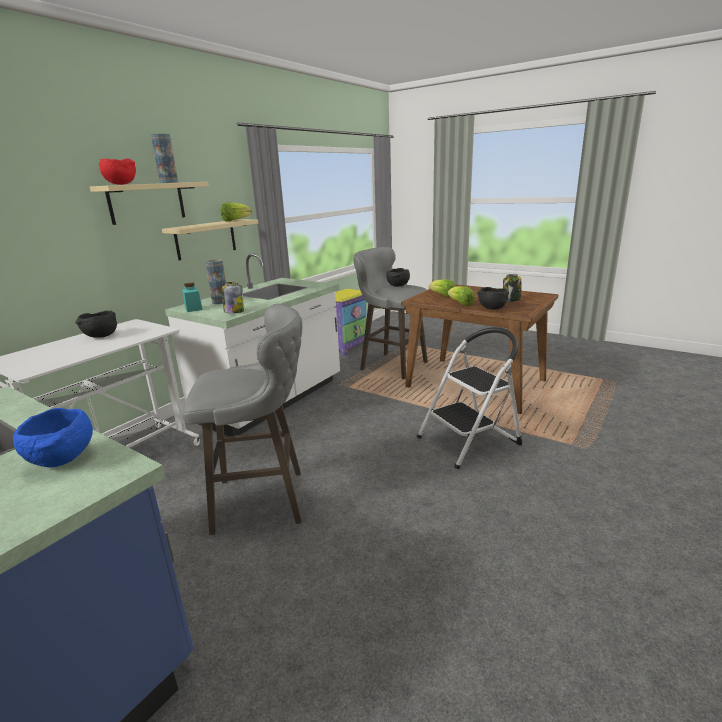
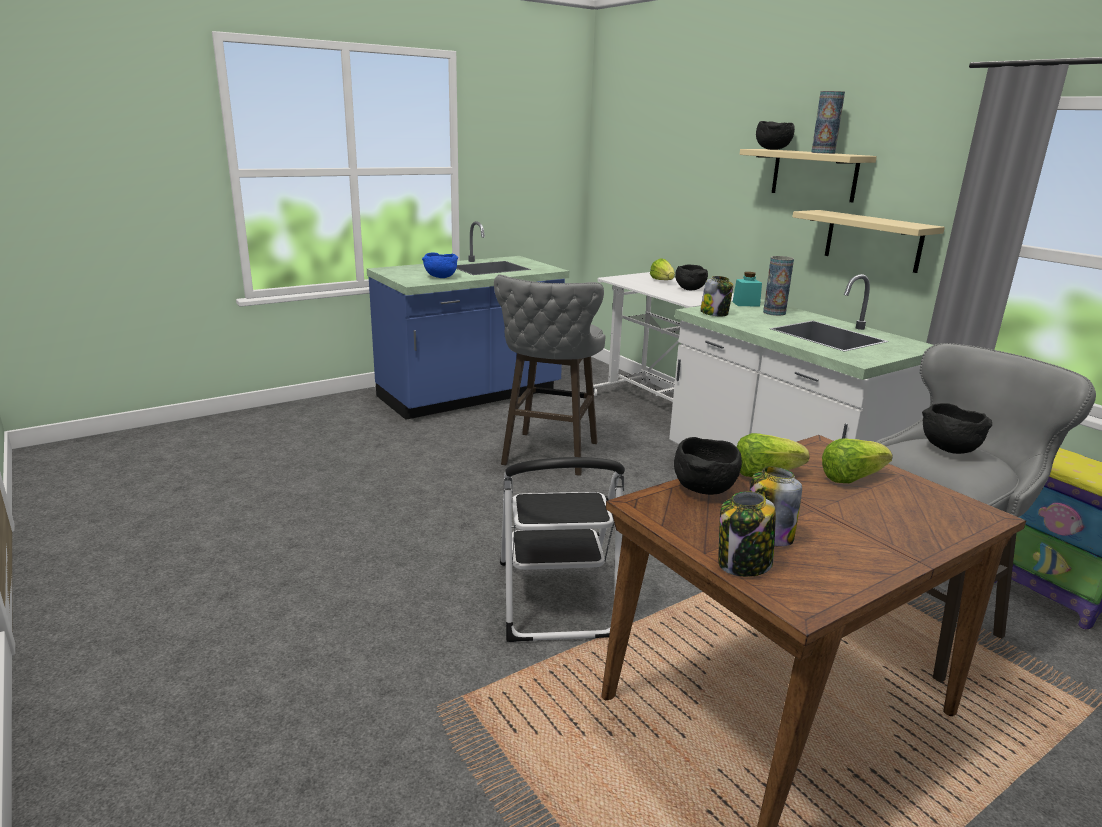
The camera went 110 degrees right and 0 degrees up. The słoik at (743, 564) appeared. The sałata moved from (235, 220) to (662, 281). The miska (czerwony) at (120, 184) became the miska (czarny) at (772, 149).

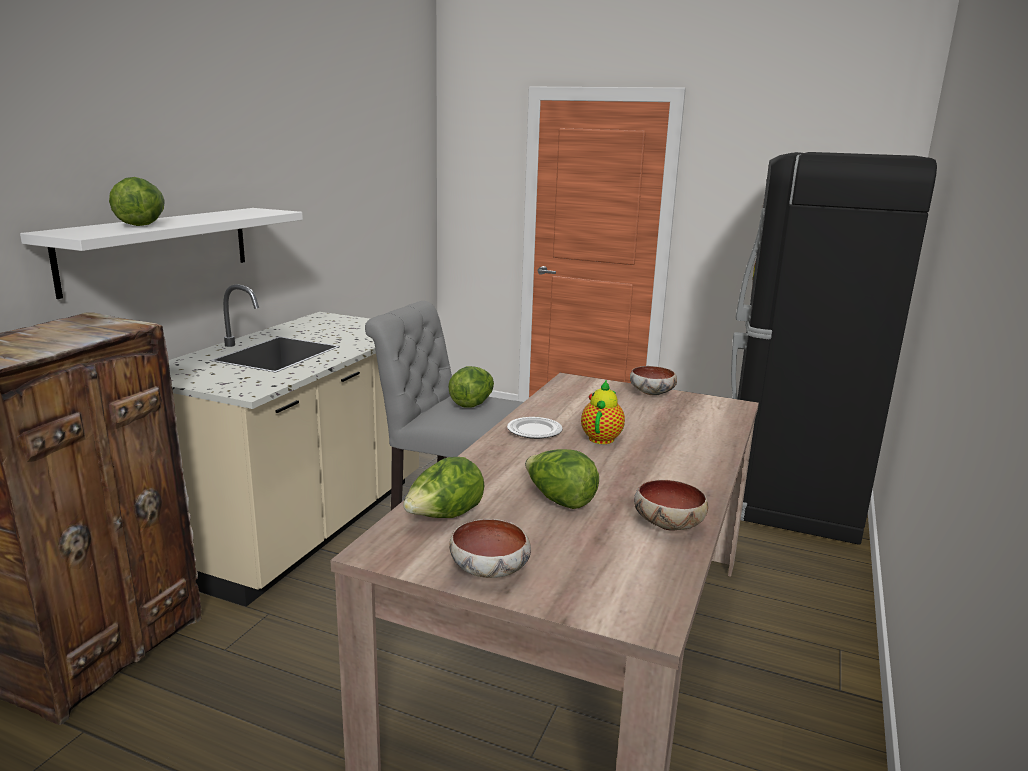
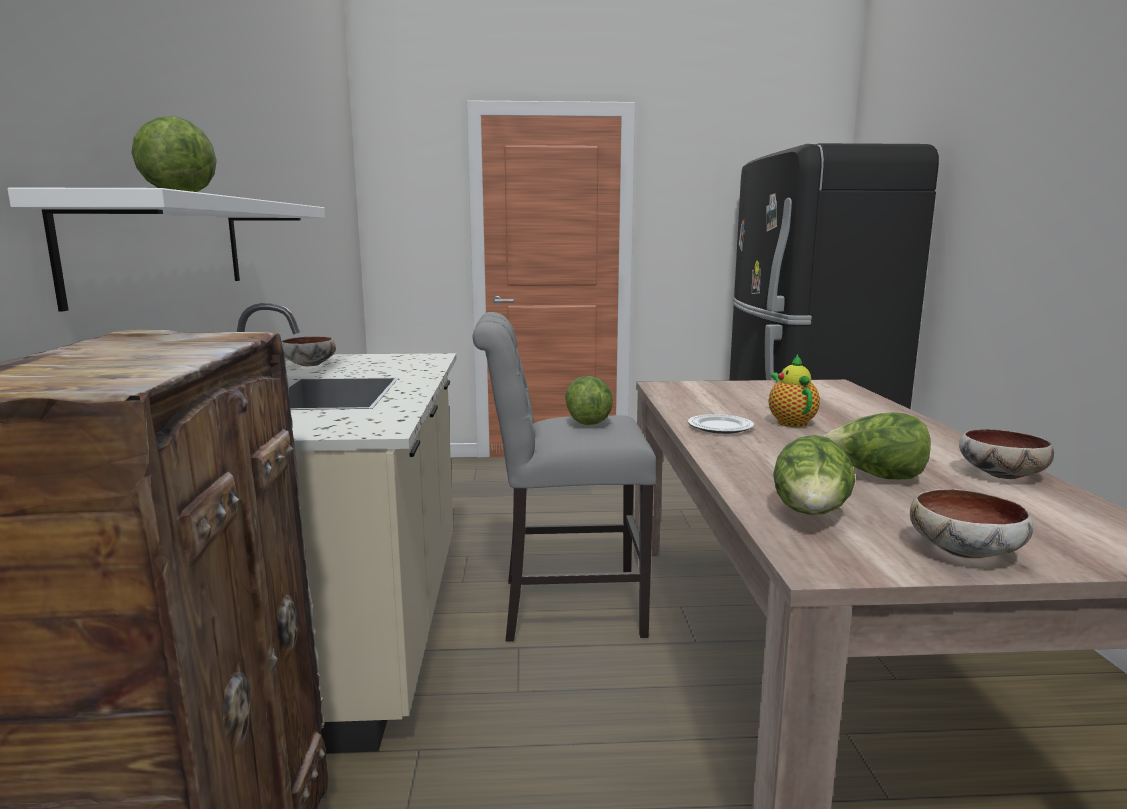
The camera went 25 degrees left and 5 degrees down. The miska moved from (652, 393) to (310, 365).

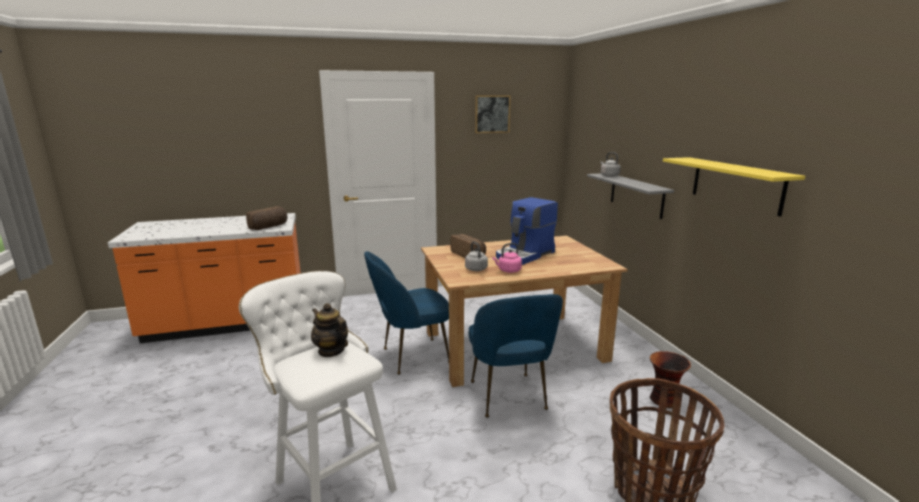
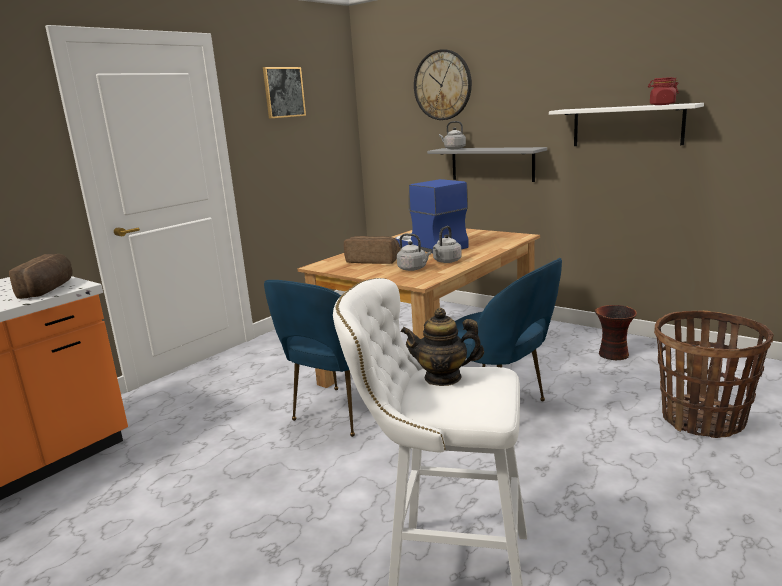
The camera went 35 degrees left and 0 degrees up. The zegar ścienny at (442, 85) appeared. The słoik (czerwony) at (662, 104) appeared. The czajnik (różowy) at (508, 271) became the czajnik (szary) at (446, 261). The półka (żółty) at (736, 184) became the półka (biały) at (627, 126). The ekspres do kawy at (525, 255) turned 135 degrees clockwise.

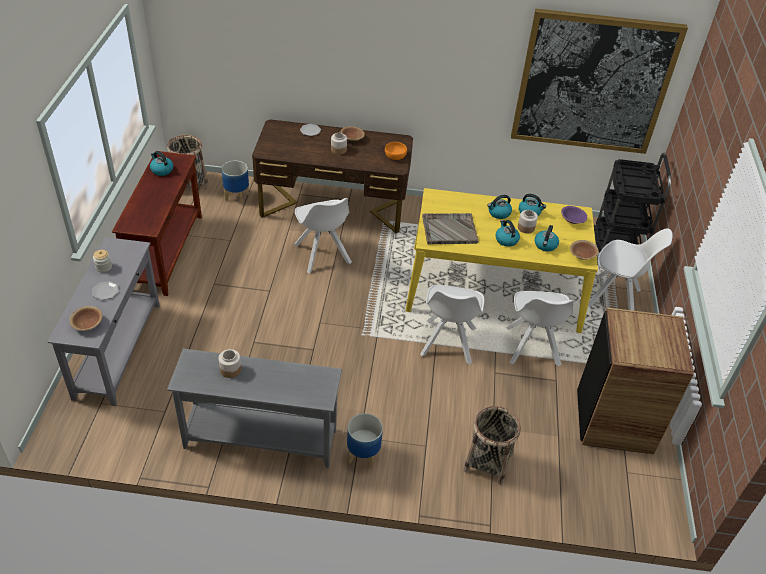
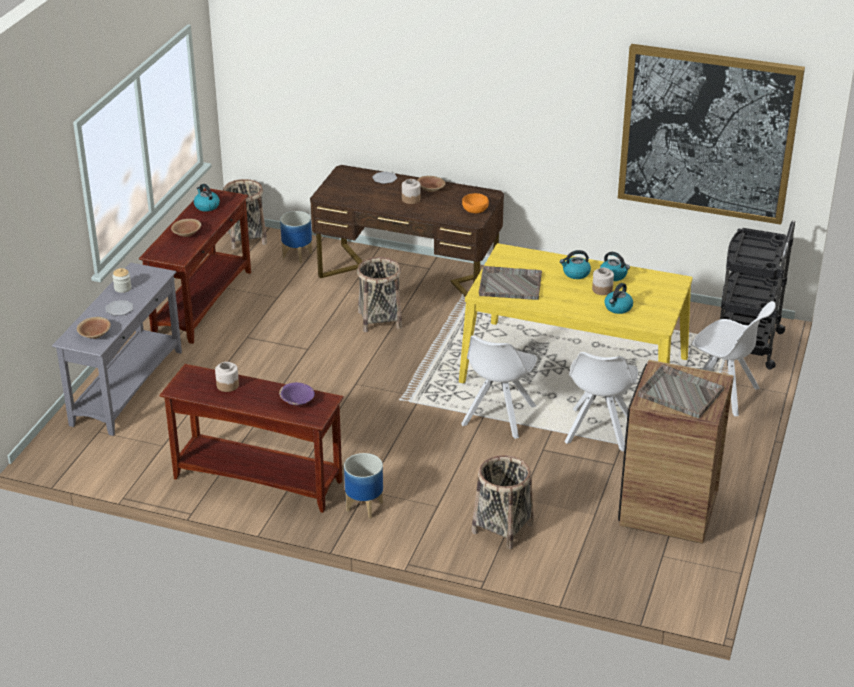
The camera went 15 degrees right and 10 degrees down. The czajnik at (506, 240) disappeared. The taca (szary) at (679, 392) appeared. The miska (fioletowy) moved from (572, 220) to (297, 401). The miska (brązowy) moved from (582, 255) to (186, 234). The krzesło (biały) at (322, 254) was replaced by the koszyk at (379, 320). The stolik konsolowy (szary) at (260, 439) became the stolik konsolowy (brązowy) at (257, 480).

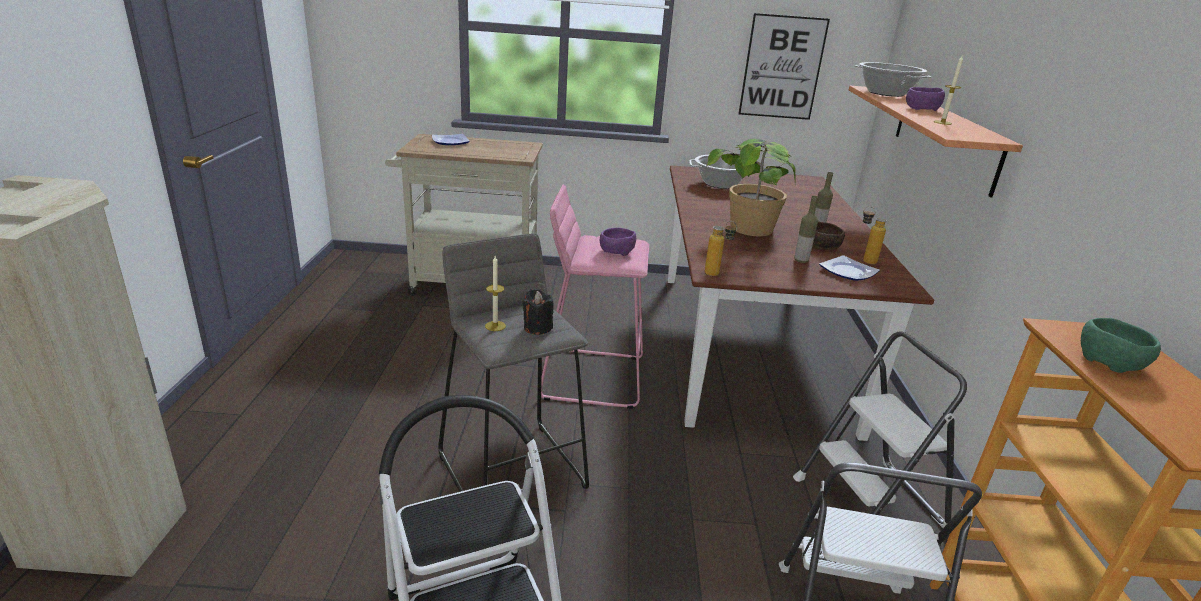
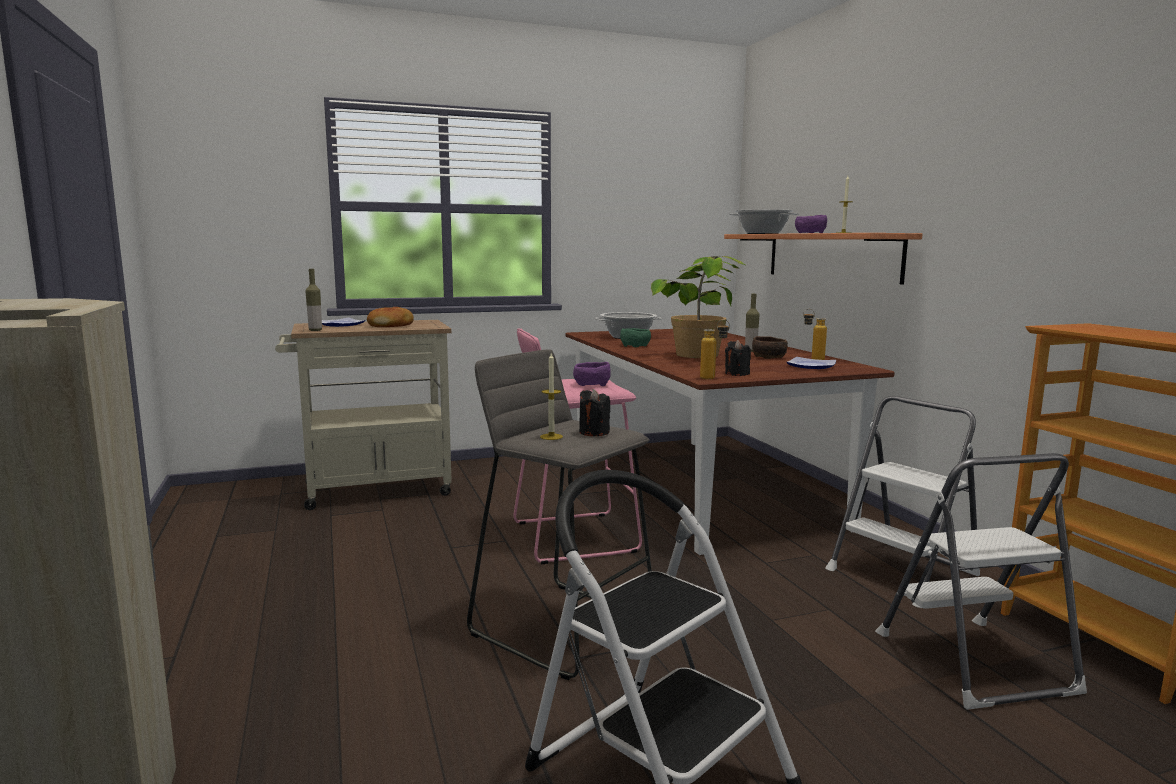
The camera went 20 degrees left and 15 degrees down. The obraz at (782, 67) disappeared. The chleb at (391, 326) appeared. The świeca (czarny) at (736, 374) appeared. The butelka moved from (801, 261) to (315, 330). The miska (zielony) moved from (1109, 360) to (635, 346).

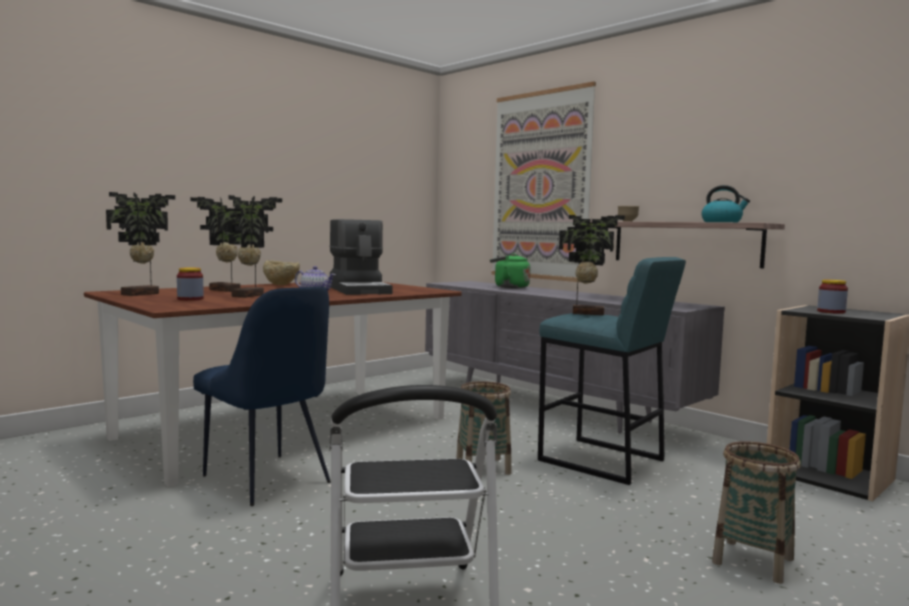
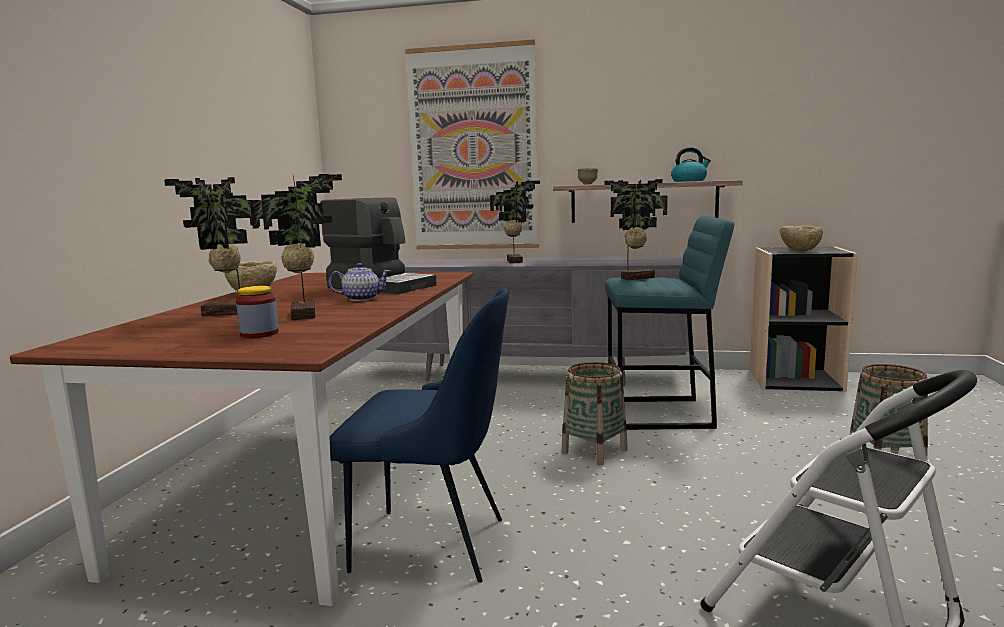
The camera went 35 degrees left and 5 degrees up. The czajnik (zielony) at (509, 287) disappeared. The roślina doniczkowa moved from (142, 294) to (516, 261). The słoik at (831, 312) was replaced by the miska (beżowy) at (799, 251).

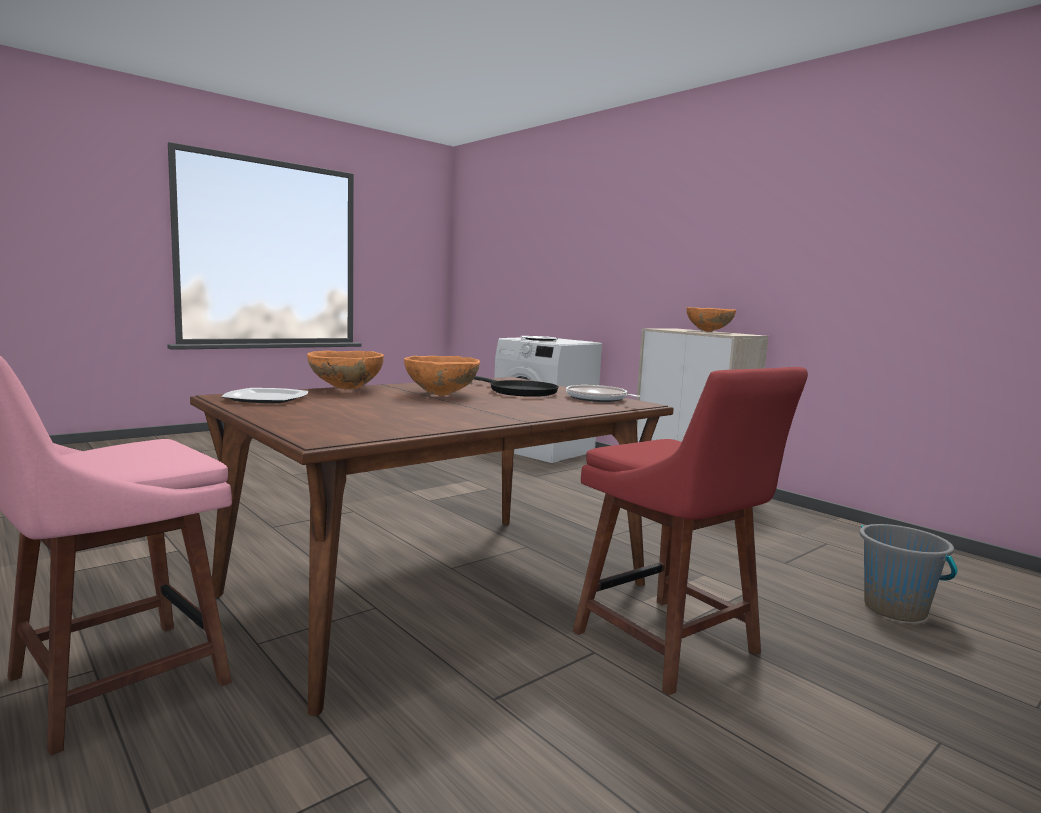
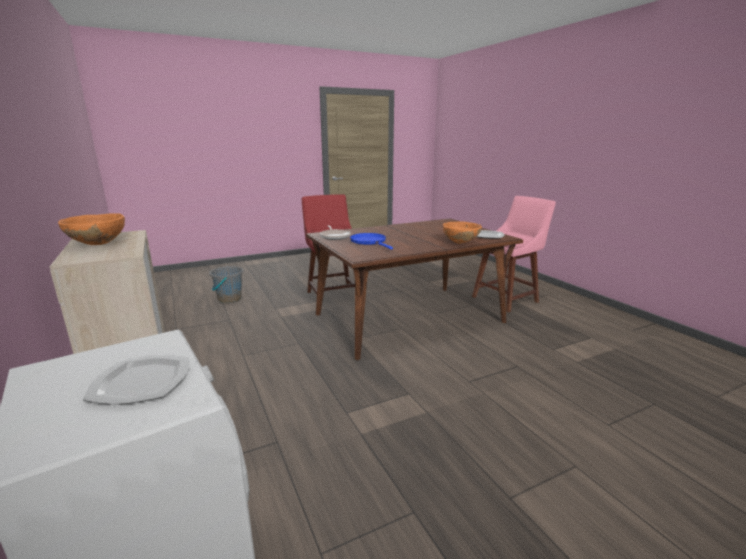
The camera went 165 degrees left and 10 degrees up. The miska (pomarańczowy) at (441, 395) disappeared. The patelnia (czarny) at (519, 392) became the patelnia (niebieski) at (369, 242).

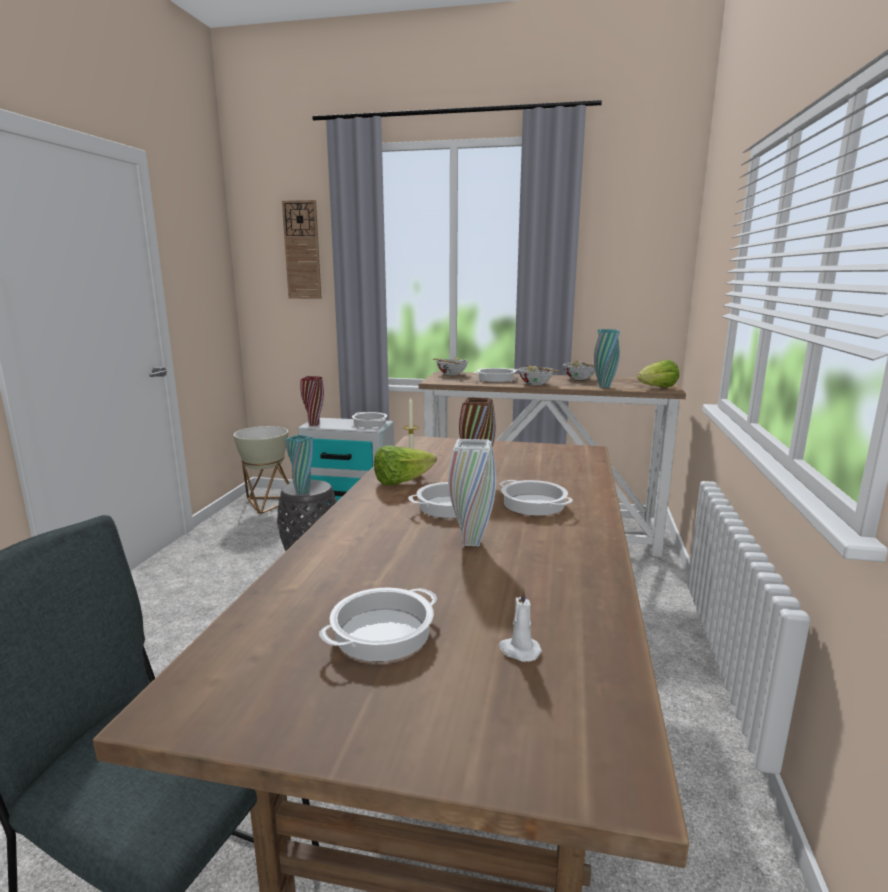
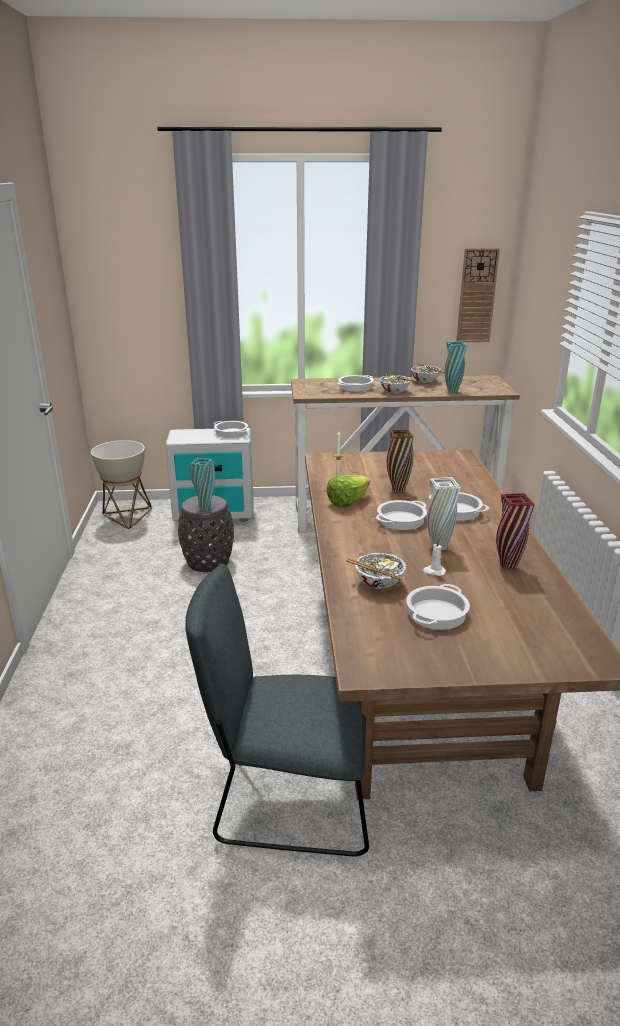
The camera went 15 degrees left and 10 degrees up. The sałata at (656, 388) disappeared. The zegar ścienny moved from (302, 250) to (477, 296). The wazon (czerwony) moved from (314, 424) to (508, 565). The miska moved from (451, 374) to (378, 583). The świeca (biały) moved from (518, 650) to (434, 571).

